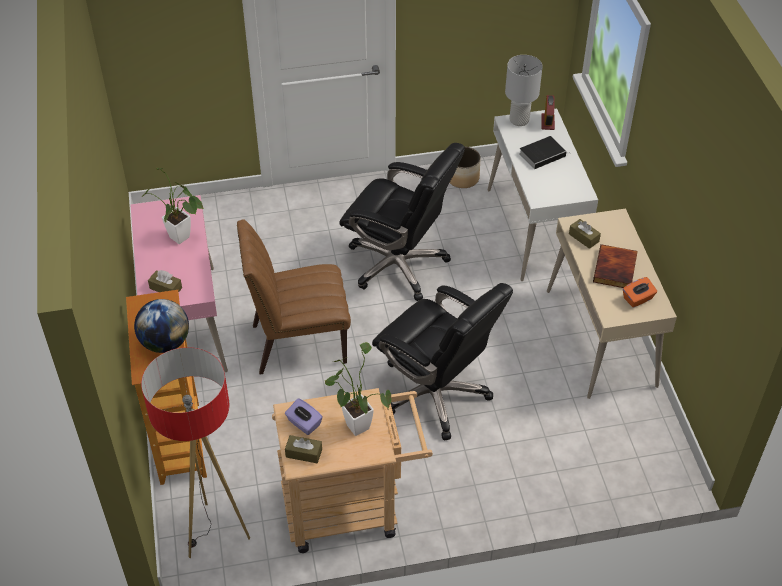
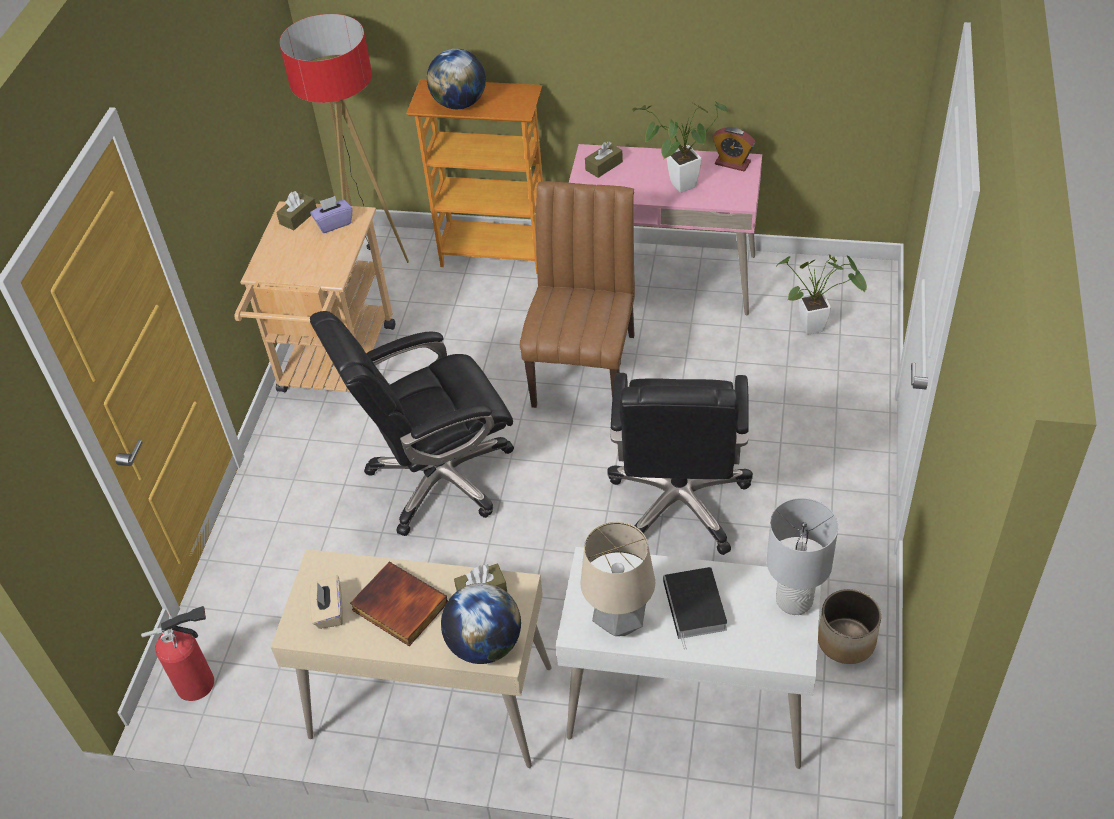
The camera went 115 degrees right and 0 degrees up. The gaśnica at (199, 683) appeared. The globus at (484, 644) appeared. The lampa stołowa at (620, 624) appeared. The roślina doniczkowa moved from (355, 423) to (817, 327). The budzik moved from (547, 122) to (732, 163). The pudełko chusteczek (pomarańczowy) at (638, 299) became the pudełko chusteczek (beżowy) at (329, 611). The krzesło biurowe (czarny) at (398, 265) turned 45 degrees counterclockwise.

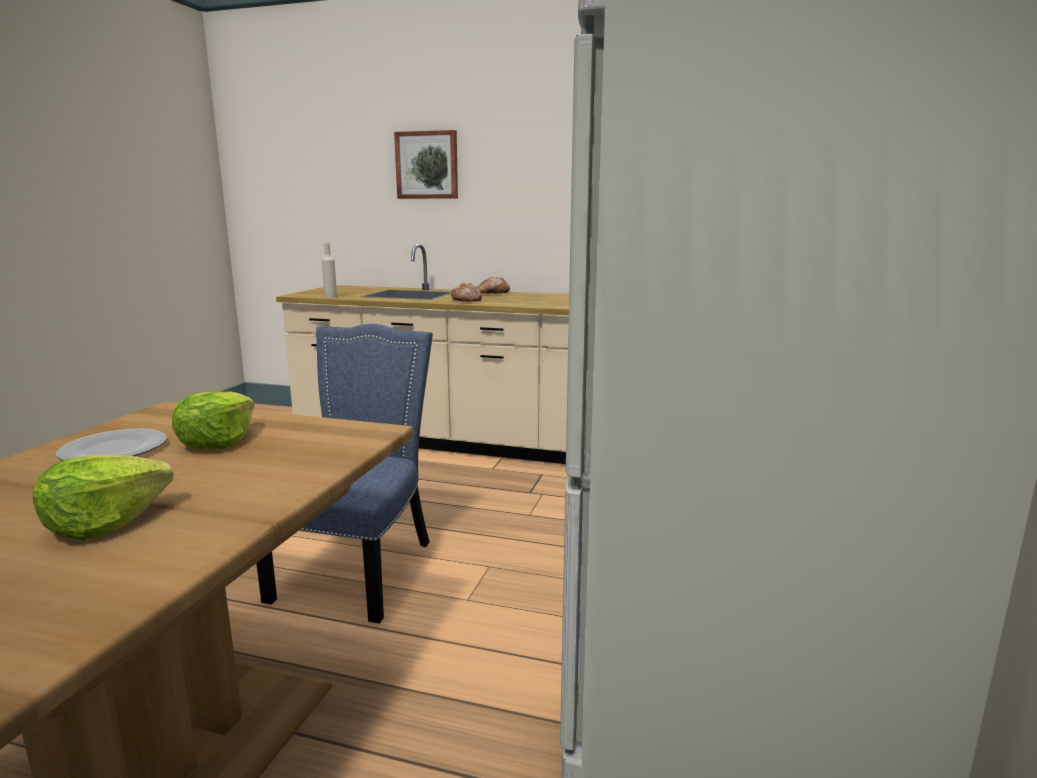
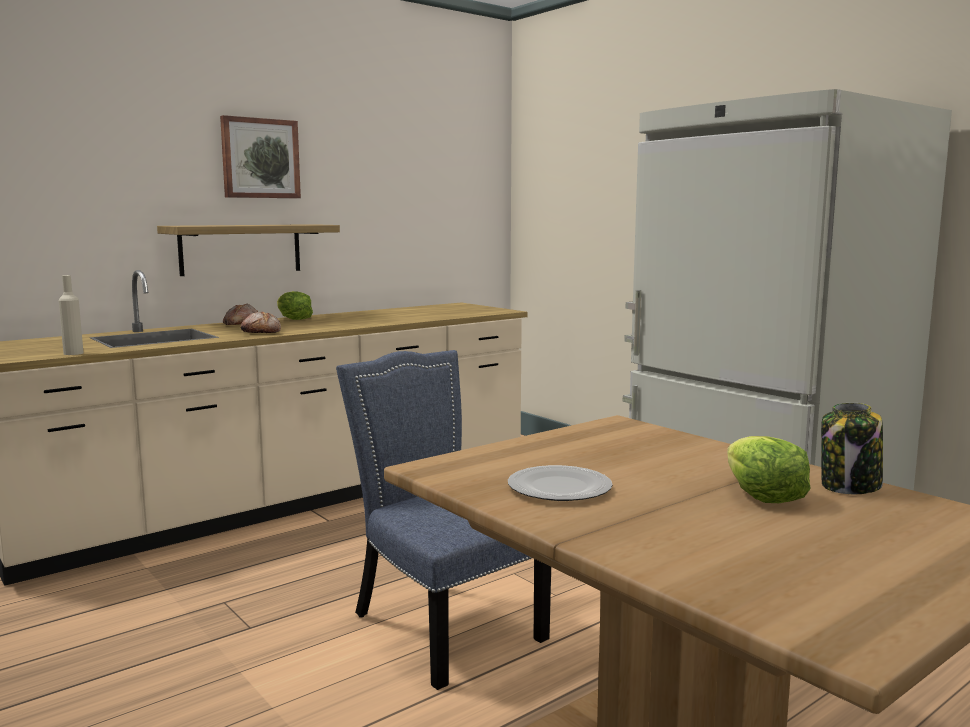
The camera went 55 degrees left and 5 degrees down. The półka at (241, 249) appeared. The słoik at (850, 486) appeared. The sałata moved from (217, 442) to (293, 319). The obraz moved from (427, 165) to (260, 158).

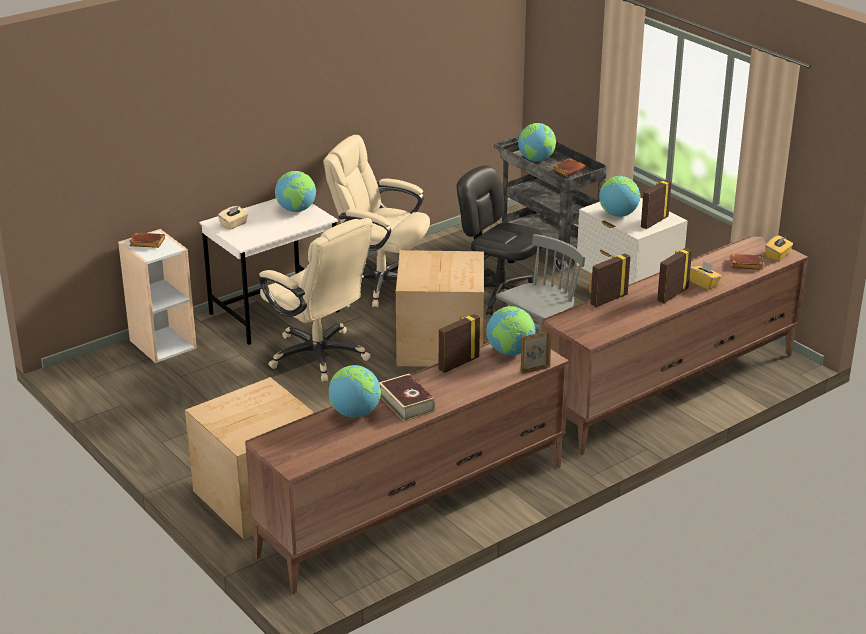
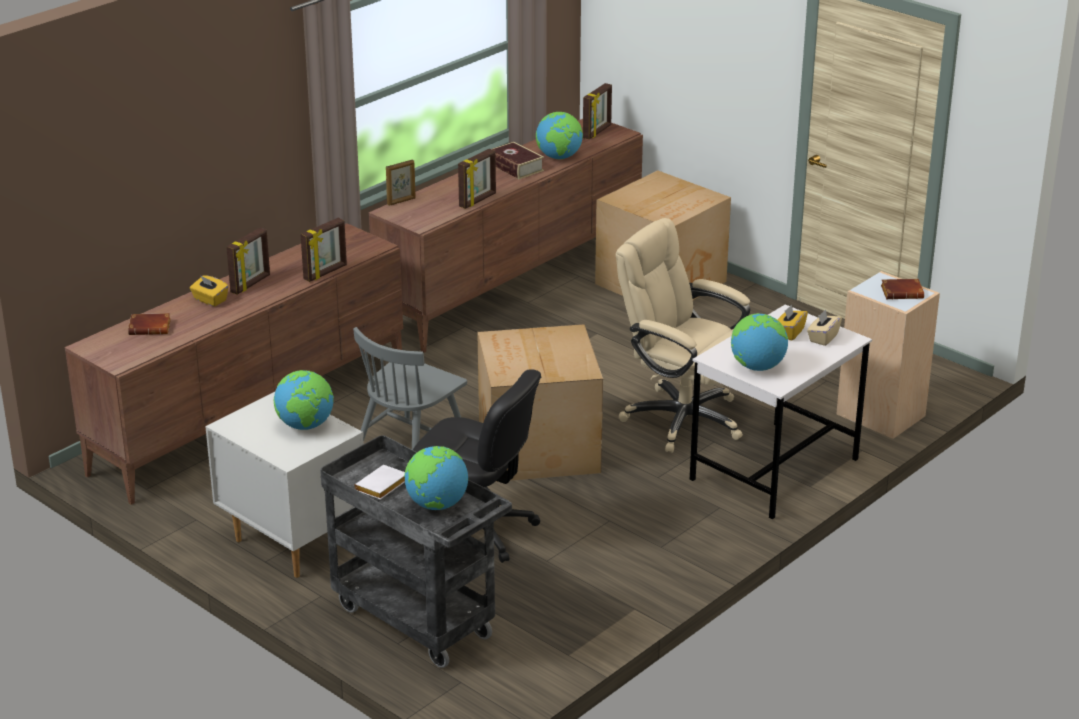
The camera went 170 degrees right and 0 degrees up. The krzesło biurowe (beżowy) at (381, 284) disappeared. The globus at (510, 352) disappeared. The ramka na zdjęcie moved from (654, 222) to (597, 132). The pudełko chusteczek (żółty) moved from (778, 255) to (789, 333). The książka (brązowy) at (568, 170) became the książka (biały) at (382, 487).

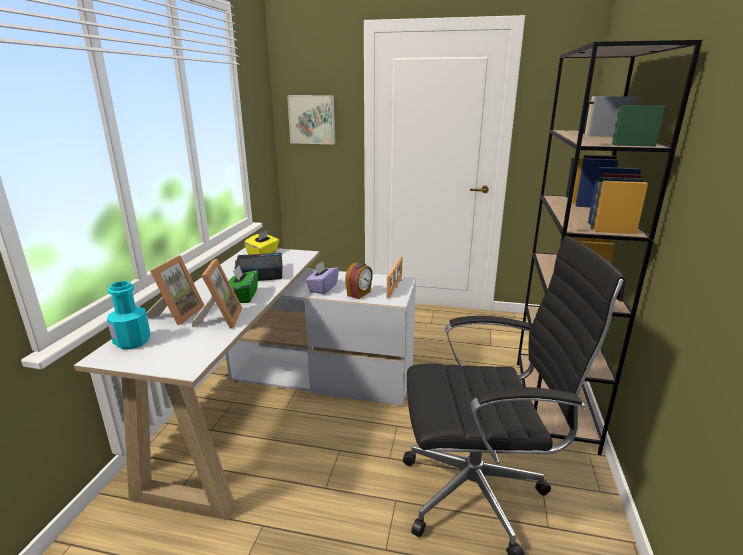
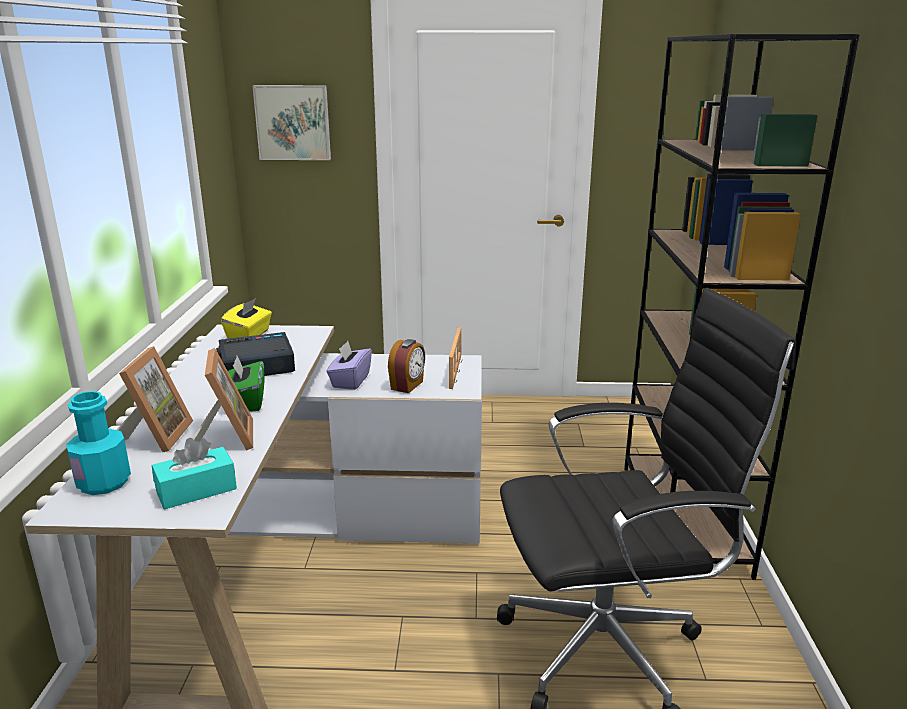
The camera went 10 degrees left and 0 degrees up. The pudełko chusteczek (turkusowy) at (196, 490) appeared.

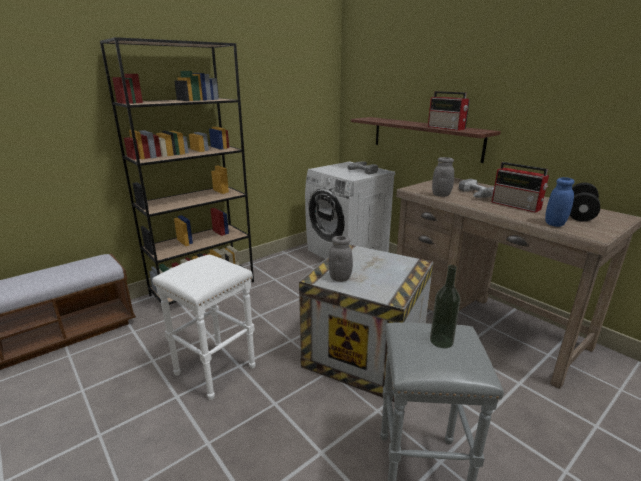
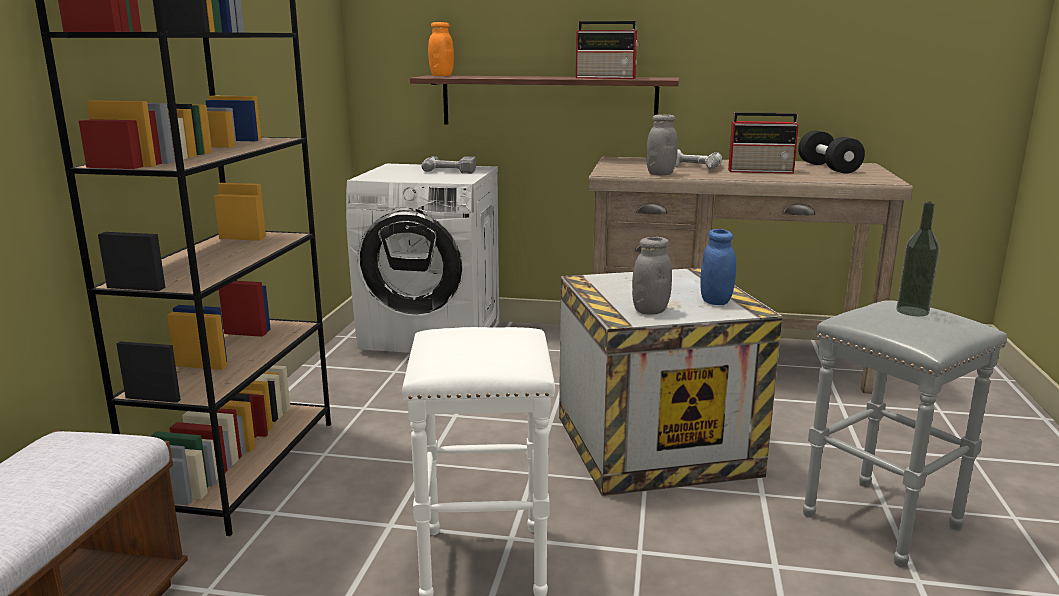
The camera went 40 degrees left and 5 degrees down. The słoik (pomarańczowy) at (441, 75) appeared. The słoik (niebieski) moved from (555, 224) to (716, 301).

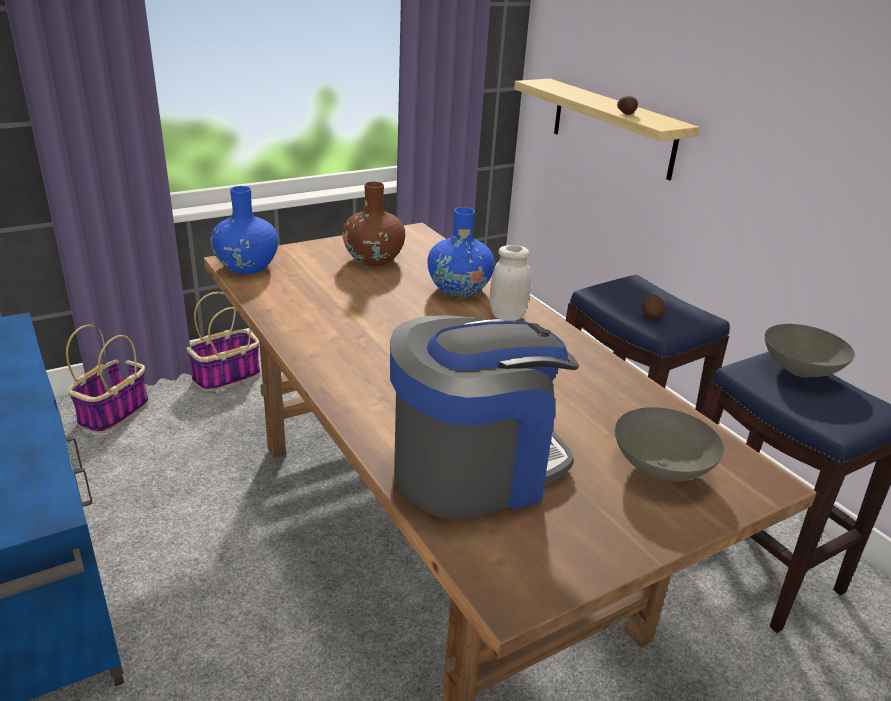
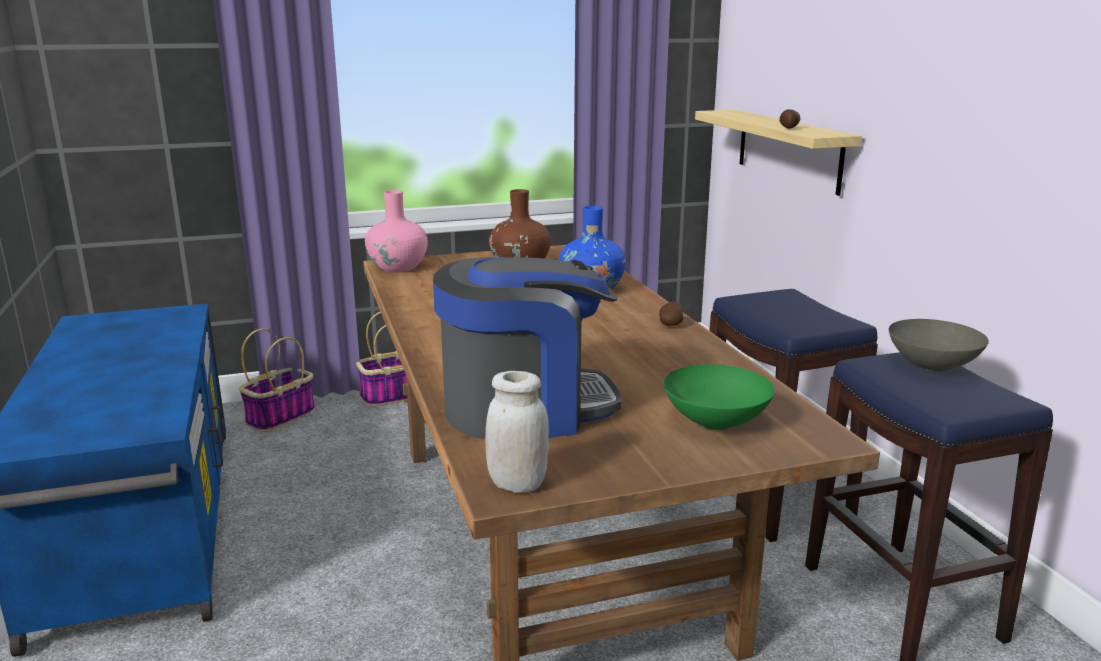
The camera went 15 degrees right and 10 degrees down. The słoik (biały) moved from (507, 316) to (517, 484). The ziemniak moved from (650, 316) to (671, 324). The wazon (niebieski) at (247, 267) became the wazon (różowy) at (398, 268). The miska (szary) at (659, 469) became the miska (zielony) at (714, 422).

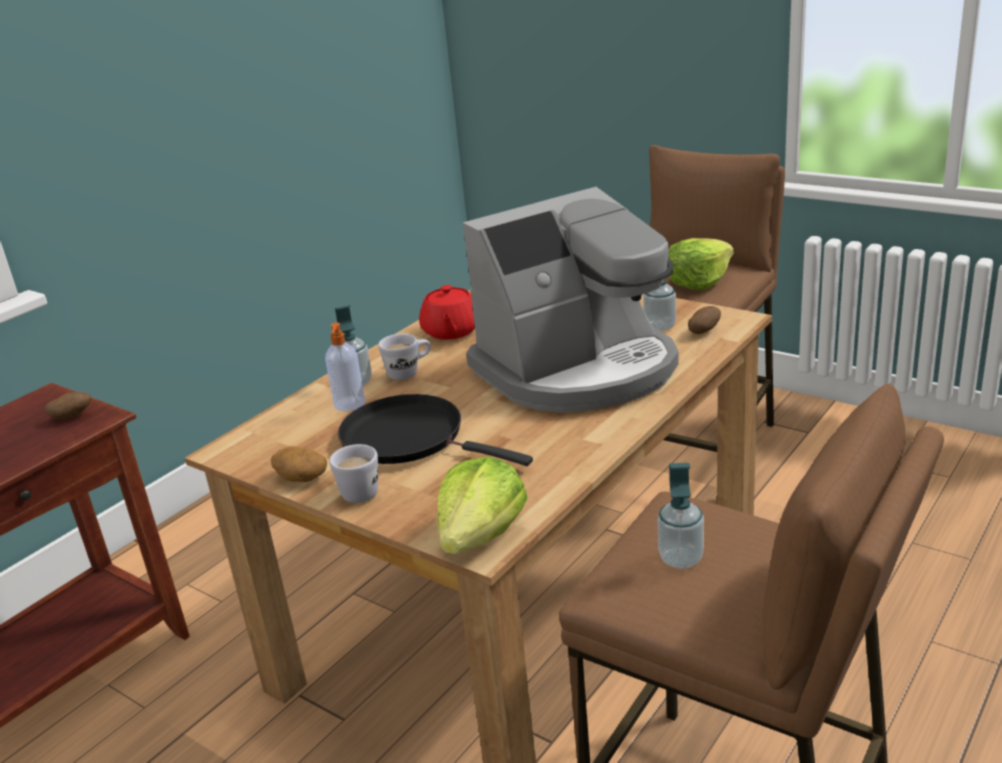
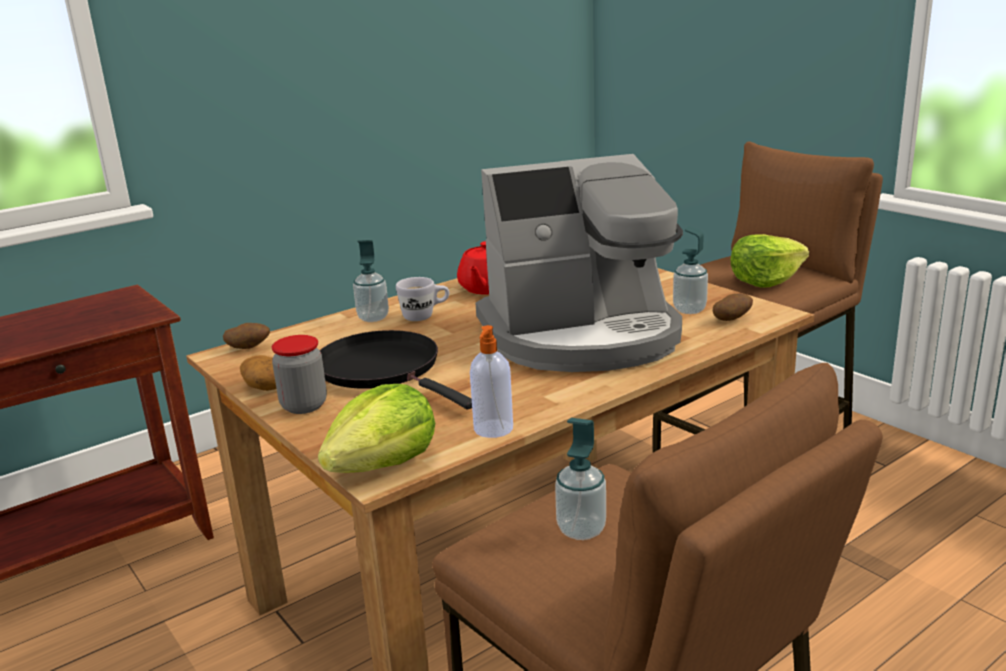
The camera went 15 degrees right and 5 degrees down. The ziemniak moved from (72, 417) to (249, 348). The dozownik mydła moved from (349, 404) to (493, 429). The kubek (biały) at (357, 490) was replaced by the słoik at (304, 406).

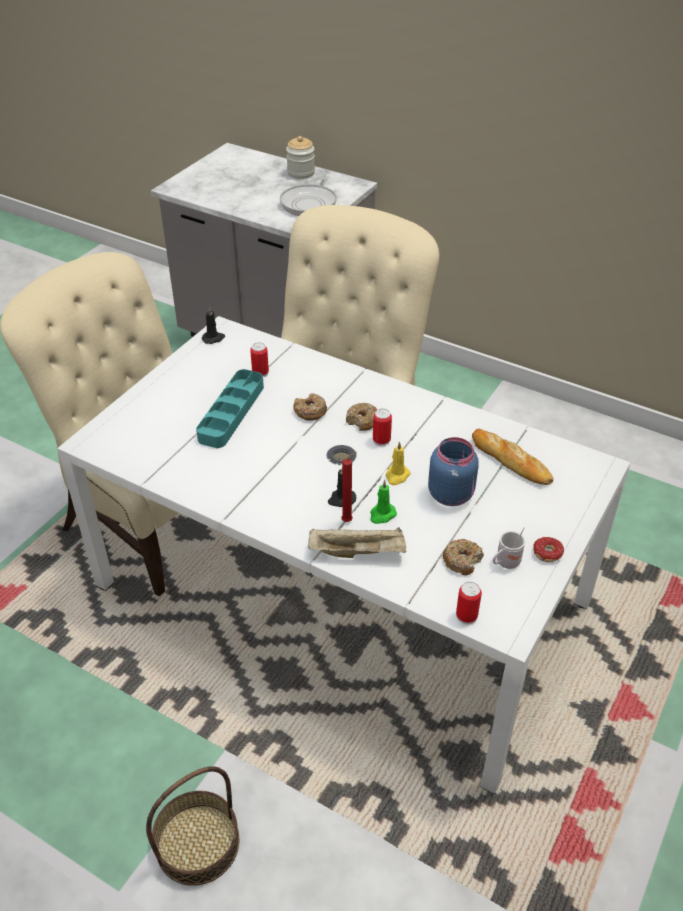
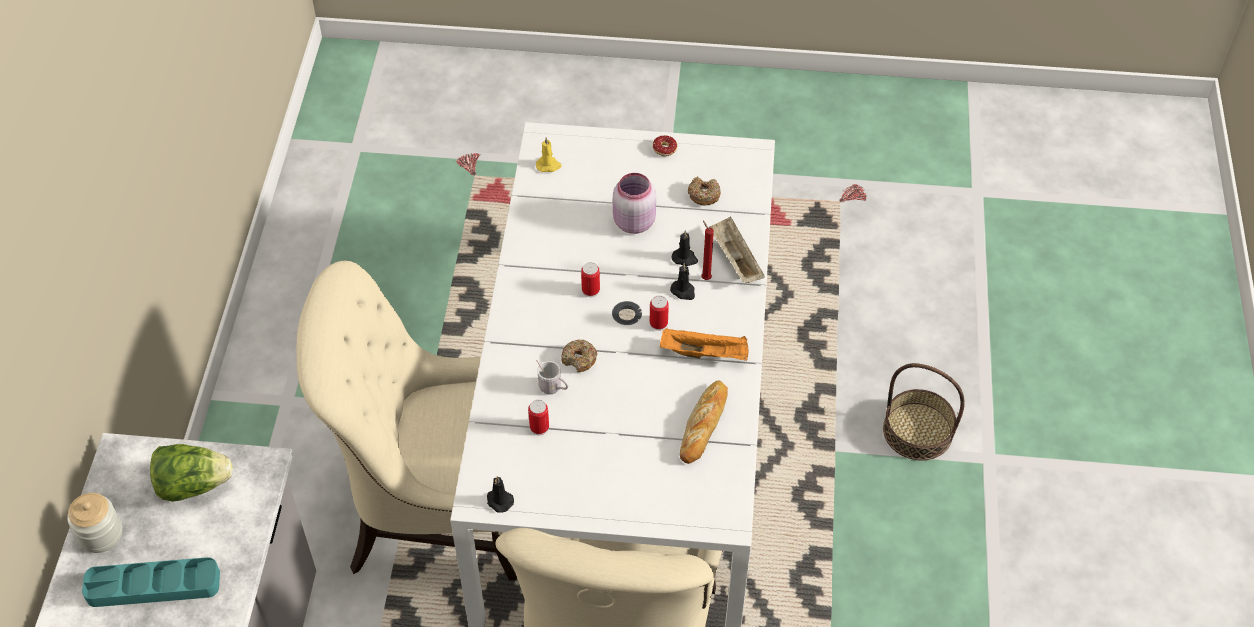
The camera went 115 degrees left and 10 degrees up. The donut at (362, 421) disappeared. The taca (pomarańczowy) at (705, 353) appeared. The taca (turkusowy) moved from (231, 412) to (153, 586). The świeca (żółty) moved from (397, 476) to (548, 165). The puszka moved from (466, 616) to (658, 323). The chleb moved from (510, 461) to (704, 424). The kubek (biały) moved from (505, 563) to (553, 388). The patelnia at (310, 203) was replaced by the sałata at (193, 485). The świeca (zielony) at (382, 515) became the świeca (czarny) at (685, 258). The słoik (niebieski) at (451, 494) became the słoik (różowy) at (632, 222).

